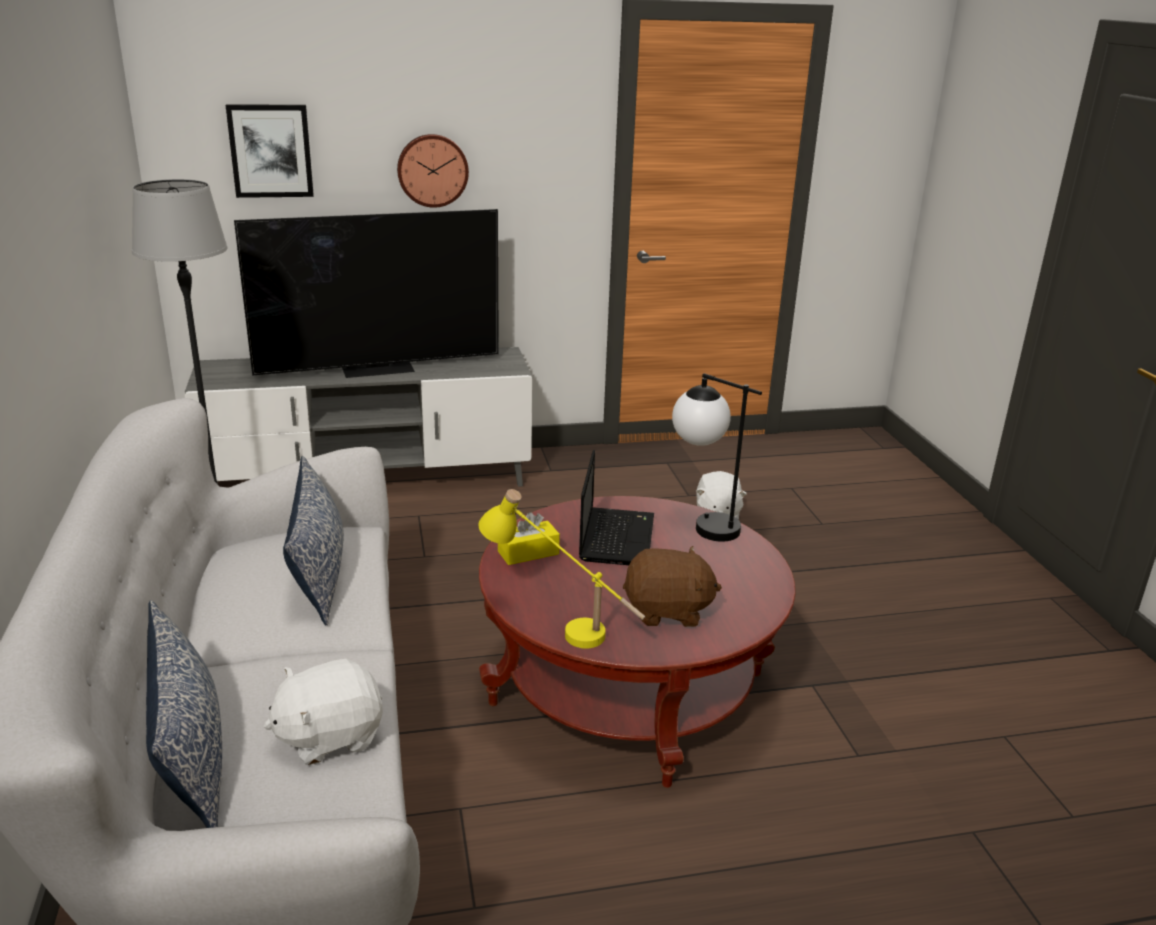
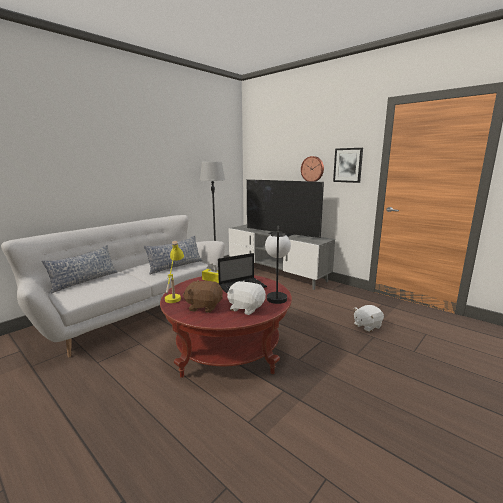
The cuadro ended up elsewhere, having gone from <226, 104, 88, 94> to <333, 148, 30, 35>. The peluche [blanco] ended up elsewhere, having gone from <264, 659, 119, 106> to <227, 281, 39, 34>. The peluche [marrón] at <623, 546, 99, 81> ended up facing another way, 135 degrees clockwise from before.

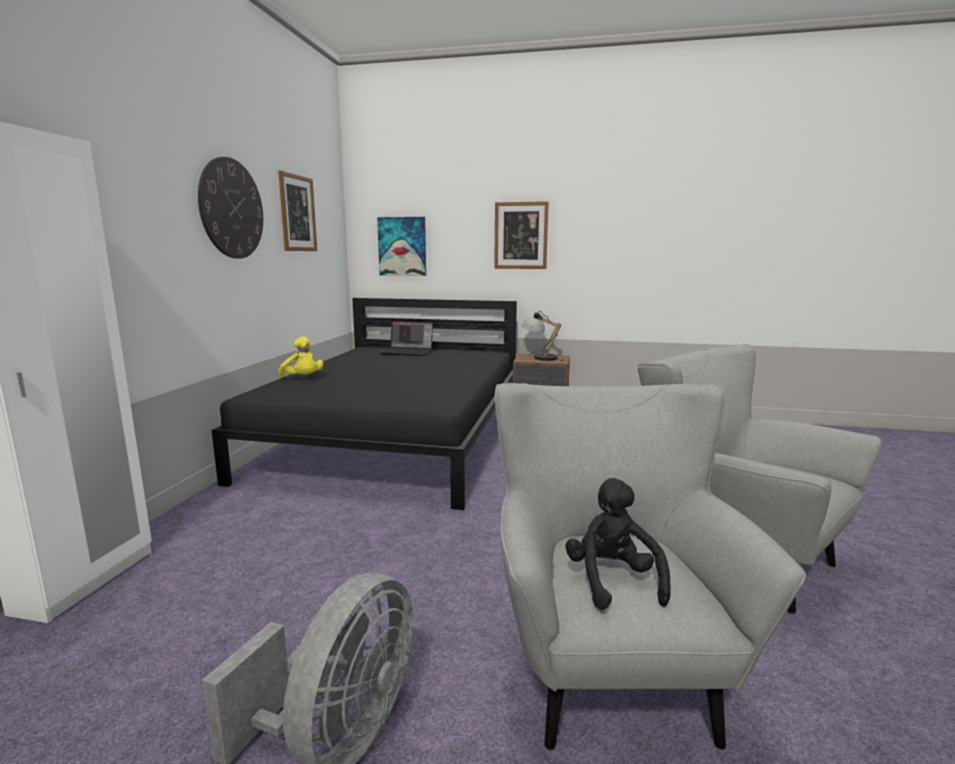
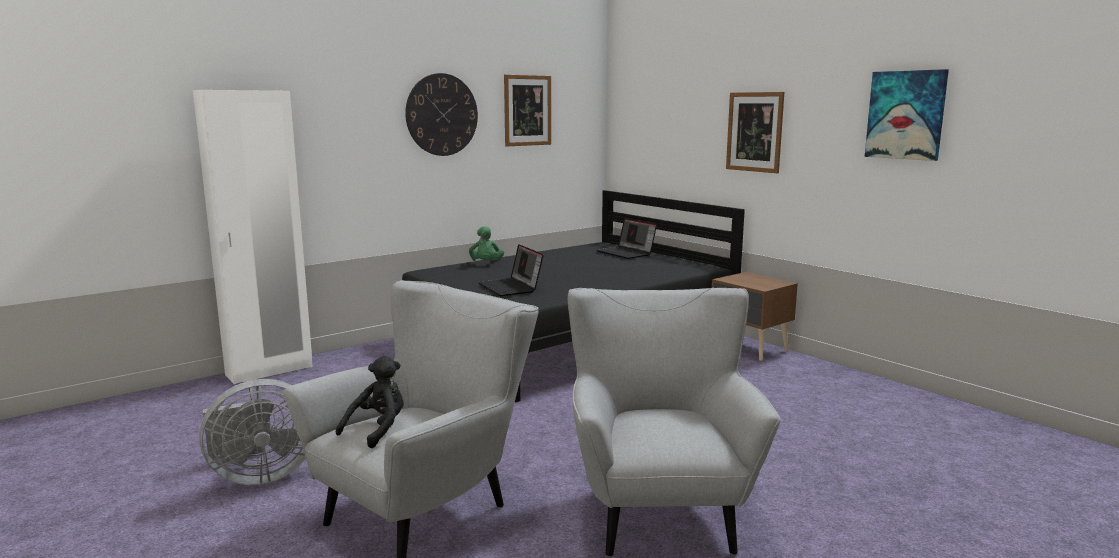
The second view lost the lámpara de mesa at <522, 311, 42, 50>. The second view gained the portátil at <478, 244, 66, 52>. The cuadro ended up elsewhere, having gone from <377, 217, 49, 59> to <865, 69, 84, 92>. What was the peluche [amarillo] at <279, 336, 44, 42> turned into the peluche [verde] at <469, 226, 35, 35>.

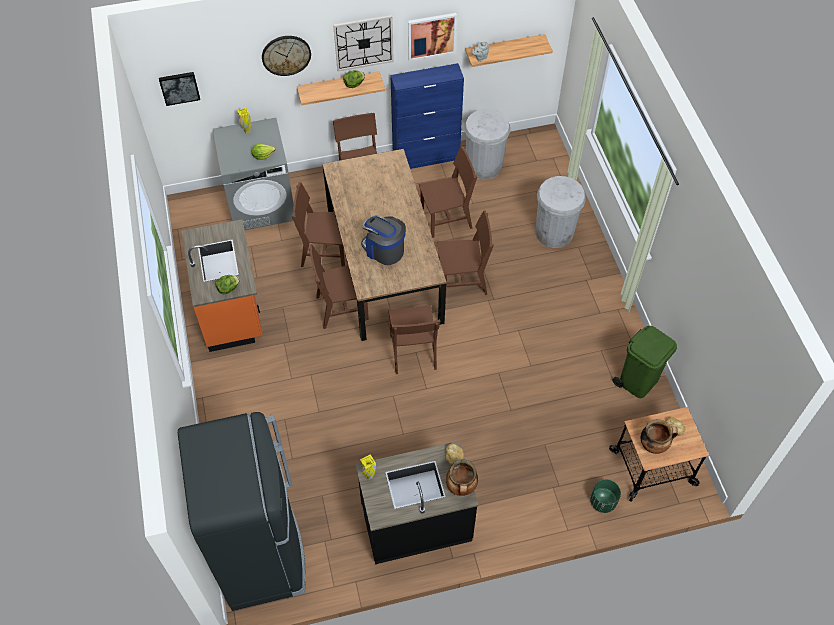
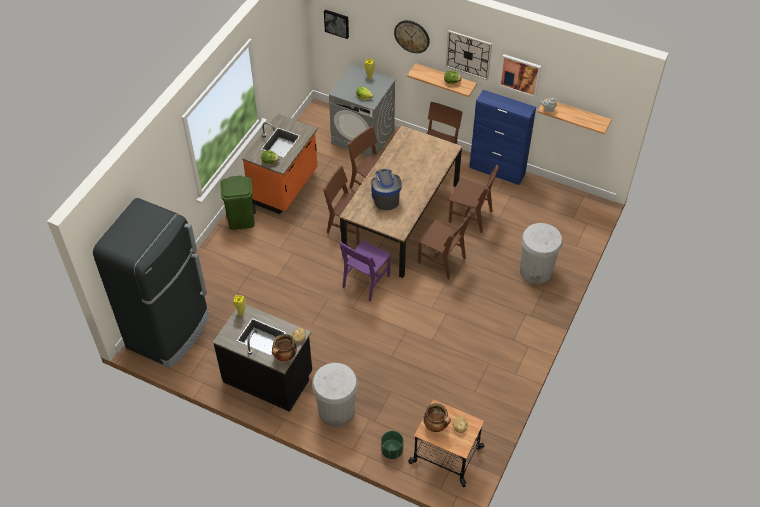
The papelera [blanco] ended up elsewhere, having gone from <464, 109, 46, 71> to <312, 363, 46, 64>. The papelera [verde] ended up elsewhere, having gone from <612, 326, 65, 72> to <220, 176, 36, 54>. What was the silla [marrón] at <388, 305, 52, 69> turned into the silla [morado] at <339, 240, 53, 61>.

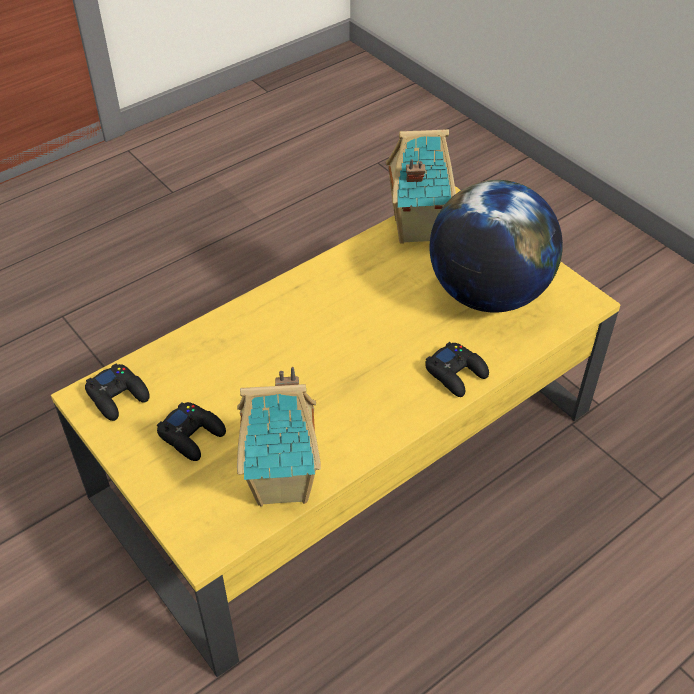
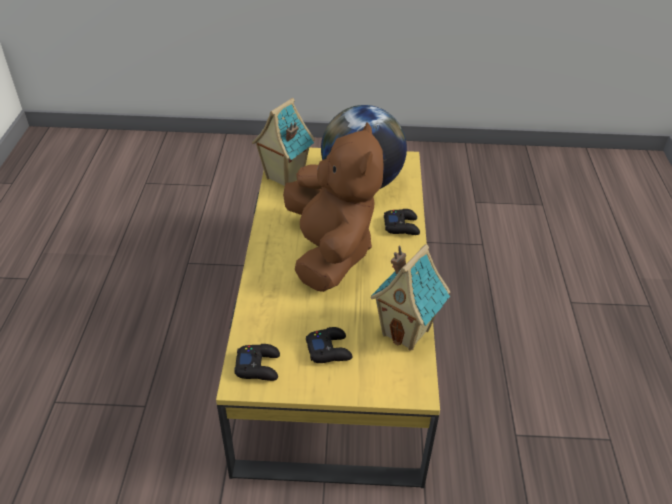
The second view gained the peluche [marrón] at <283, 122, 101, 170>.

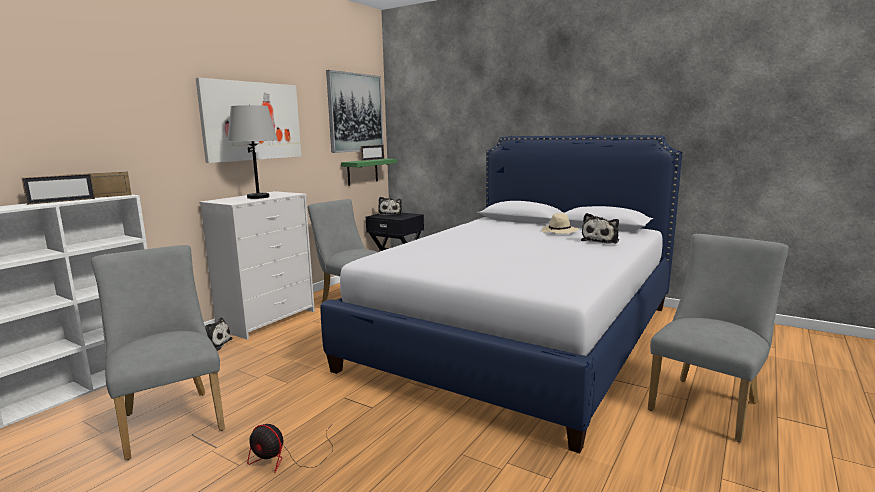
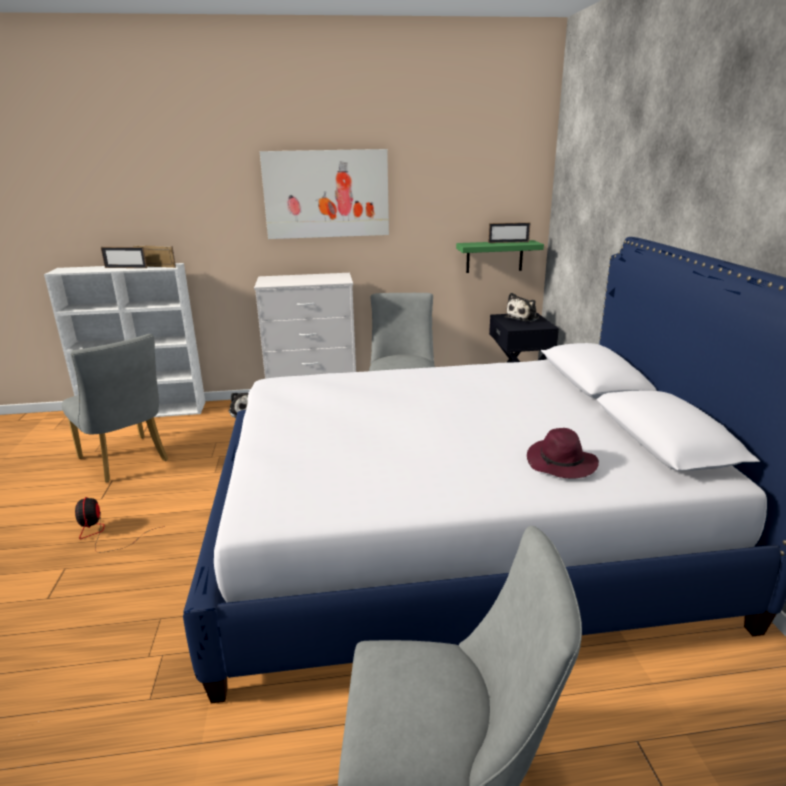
The second view lost the lámpara de mesa [gris] at <227, 105, 51, 94>. The second view lost the cuadro at <326, 70, 57, 83>. The second view lost the sombrero [beis] at <542, 213, 37, 21>. Where the peluche stood at <581, 213, 38, 31>, the sombrero [morado] came to stand at <527, 428, 72, 51>. The silla [gris] at <91, 245, 134, 215> ended up facing another way, 120 degrees clockwise from before.

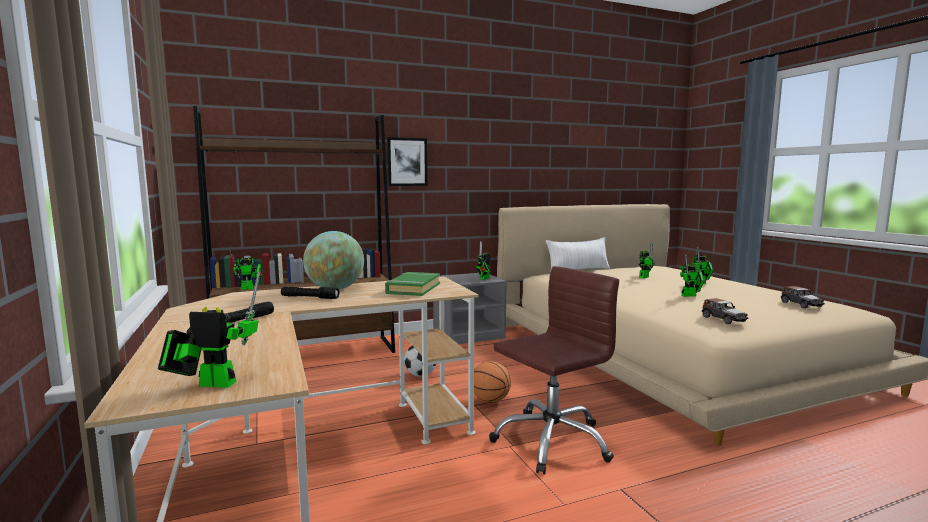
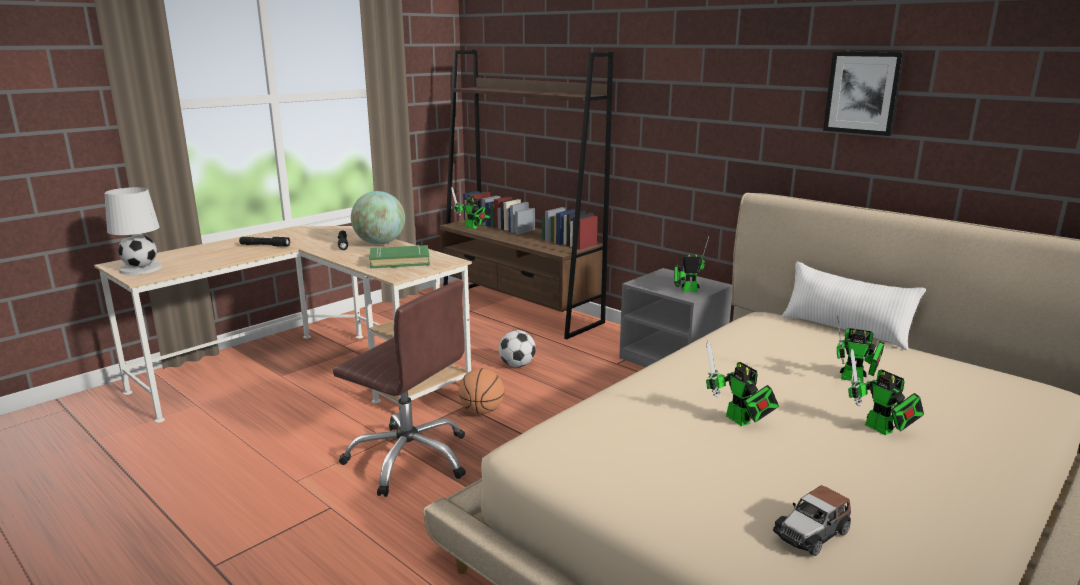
The second view lost the coche de juguete at <702, 298, 46, 26>. The cuadro ended up elsewhere, having gone from <387, 137, 41, 49> to <823, 52, 82, 84>. Where the robot de juguete stood at <158, 272, 102, 116>, the lámpara de mesa [blanco] came to stand at <104, 187, 59, 88>.

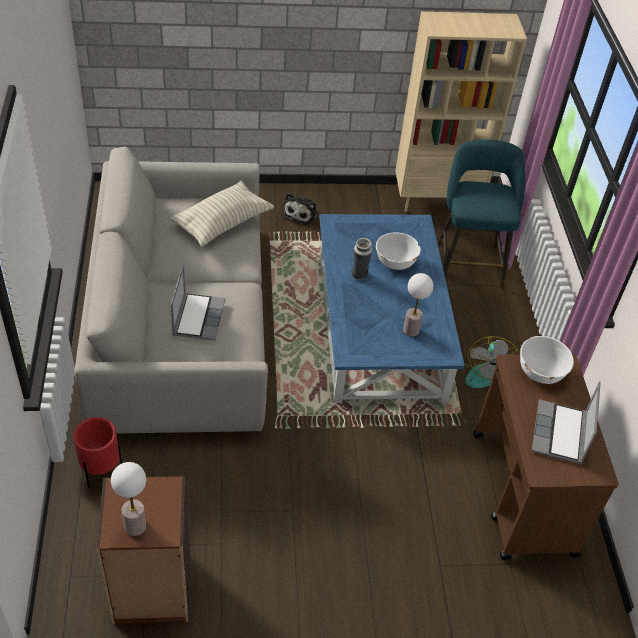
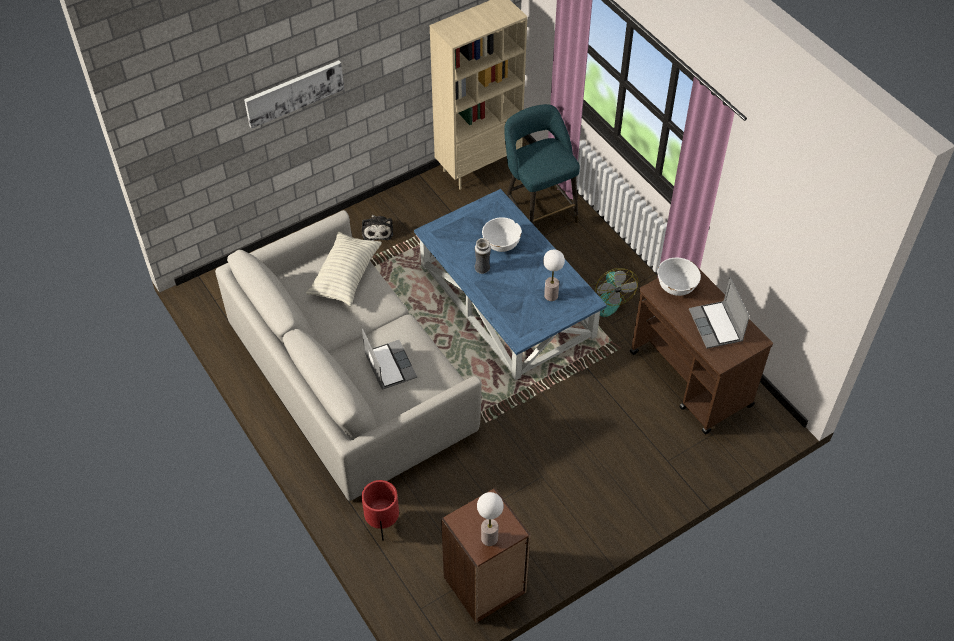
The second view gained the cuadro at <244, 60, 100, 69>.

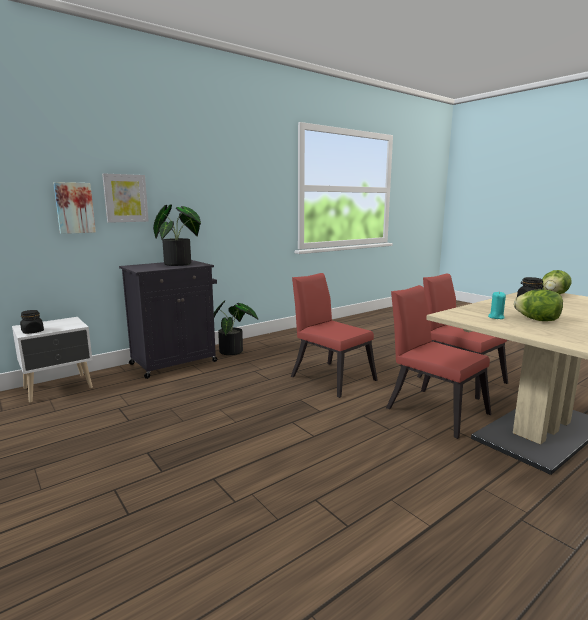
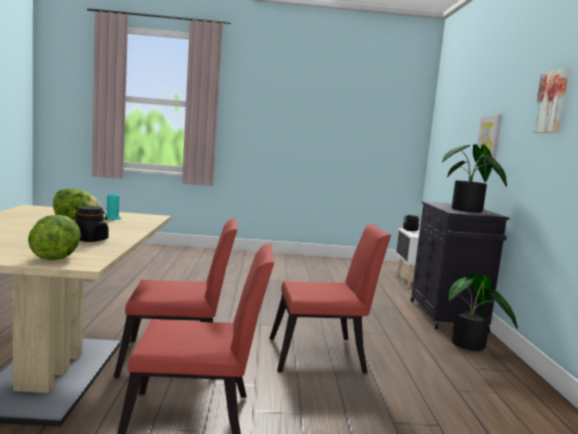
The cuadro ended up elsewhere, having gone from <53, 182, 43, 52> to <532, 68, 37, 65>.

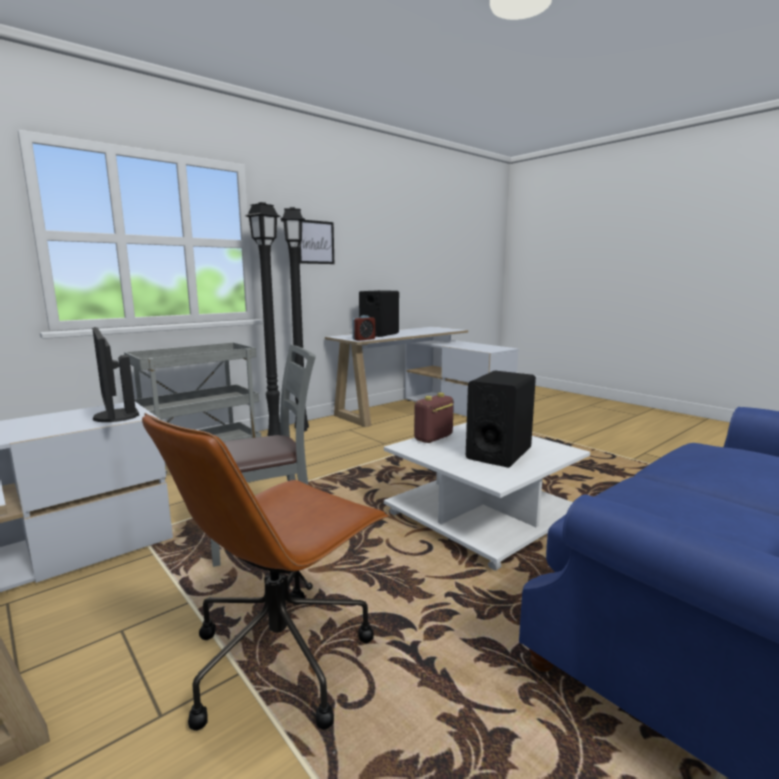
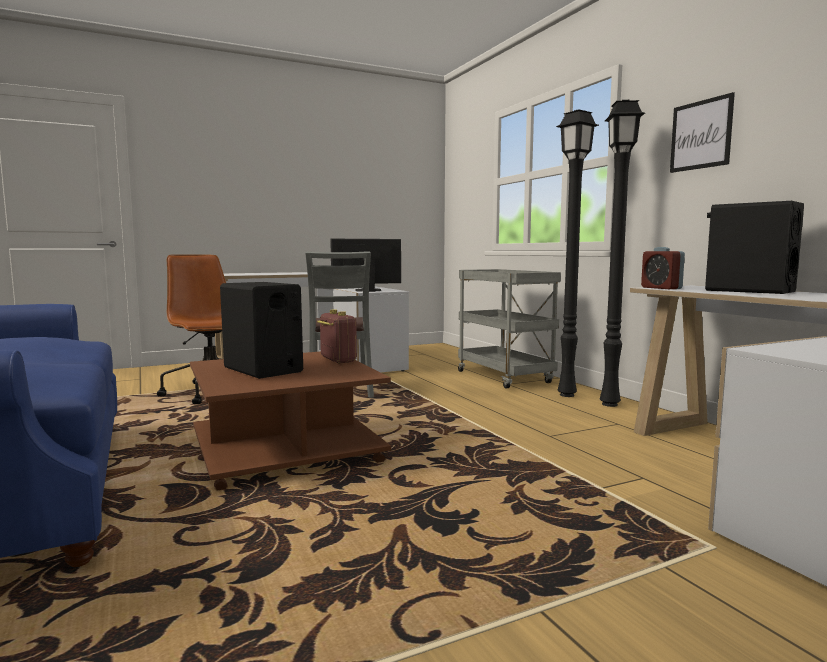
What was the mesa de centro [blanco] at <384, 423, 206, 148> turned into the mesa de centro [marrón] at <190, 351, 201, 139>.

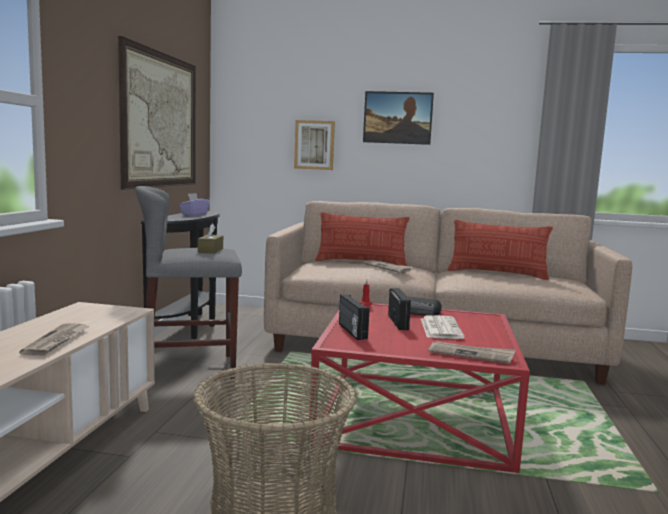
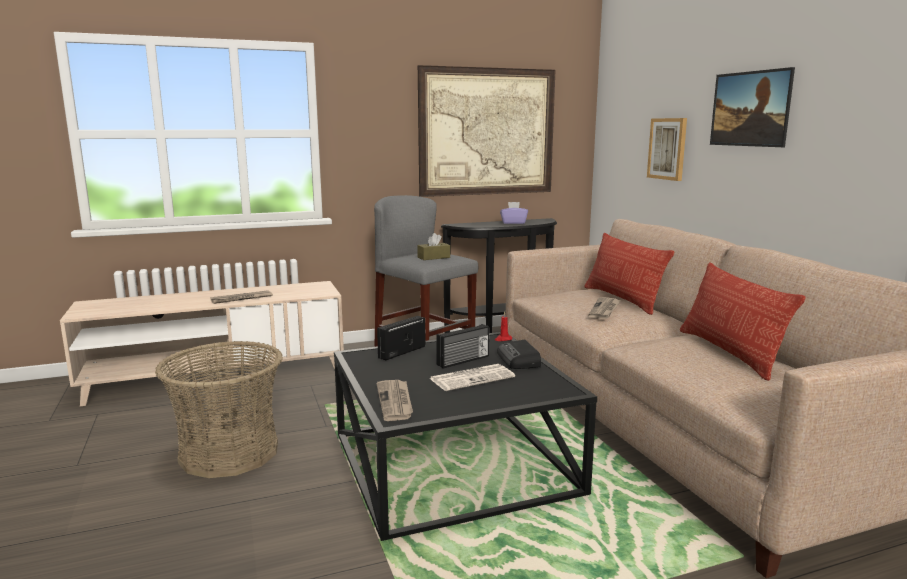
What was the mesa de centro [rojo] at <309, 302, 221, 171> turned into the mesa de centro [negro] at <334, 332, 263, 209>.

